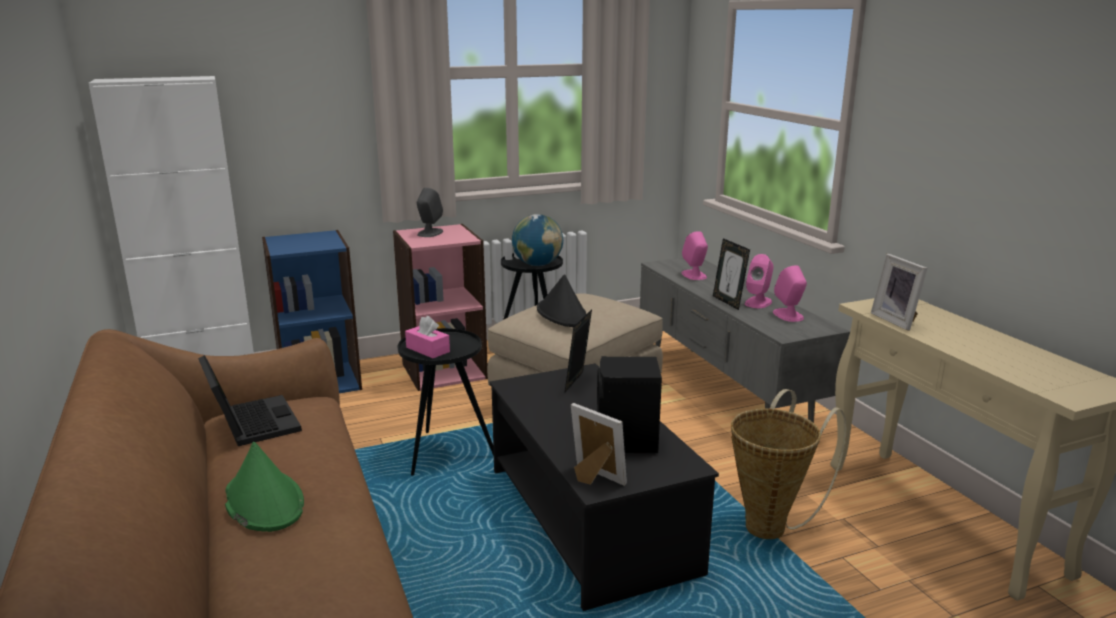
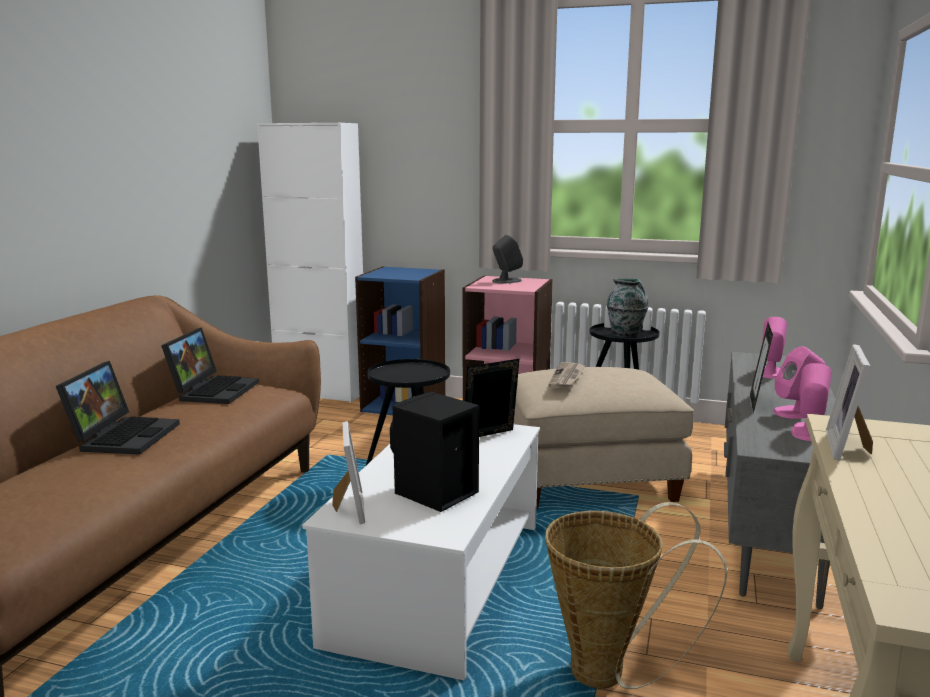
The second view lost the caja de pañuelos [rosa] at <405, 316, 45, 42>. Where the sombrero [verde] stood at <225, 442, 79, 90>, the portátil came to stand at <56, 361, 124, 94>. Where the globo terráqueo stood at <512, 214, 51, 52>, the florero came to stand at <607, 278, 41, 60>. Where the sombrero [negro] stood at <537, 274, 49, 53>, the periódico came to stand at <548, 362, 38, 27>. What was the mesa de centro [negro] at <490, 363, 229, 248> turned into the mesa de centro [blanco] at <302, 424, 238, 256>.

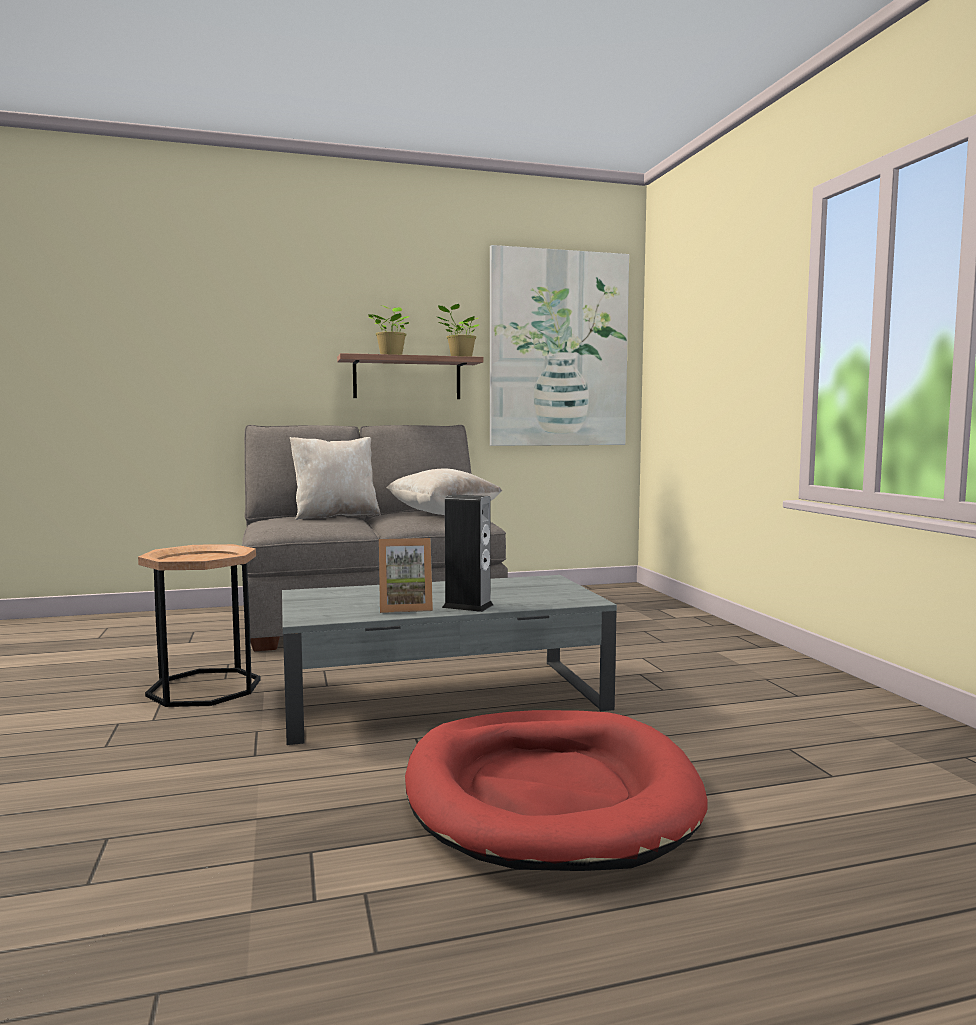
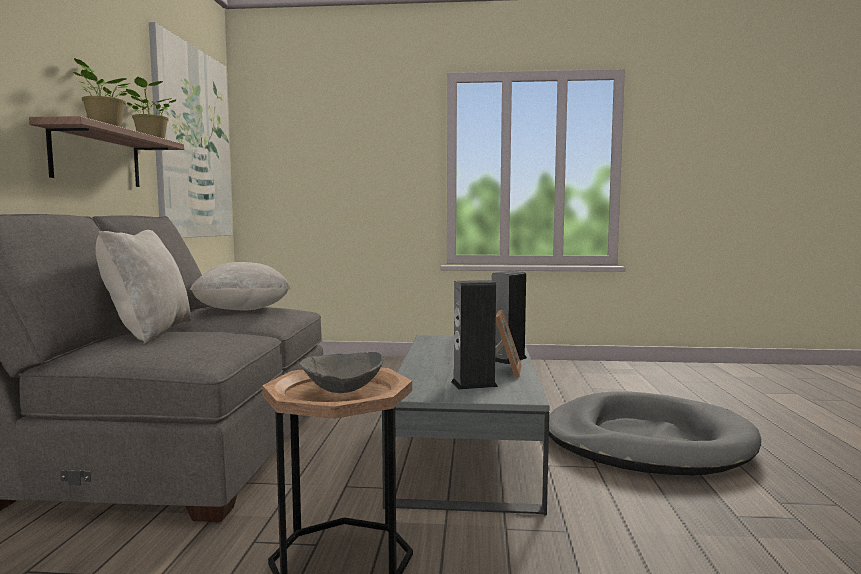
The second view gained the cuenco [gris] at <299, 352, 85, 41>. The second view gained the altavoz at <451, 280, 47, 110>. What was the cama para perro [rojo] at <405, 710, 302, 161> turned into the cama para perro [gris] at <549, 391, 212, 84>.

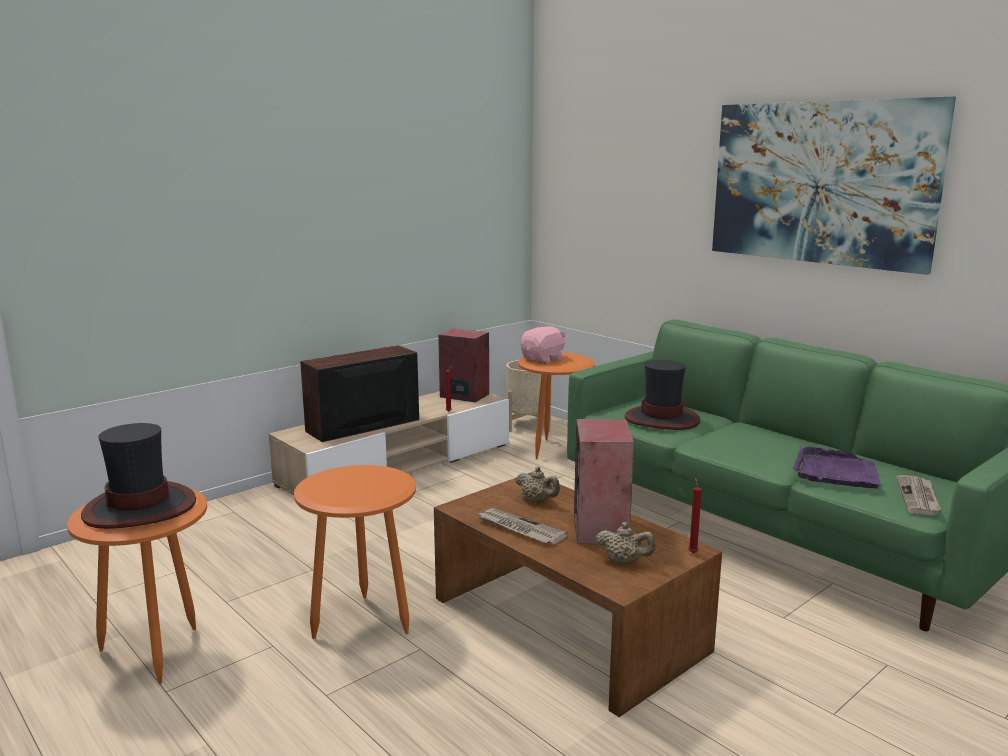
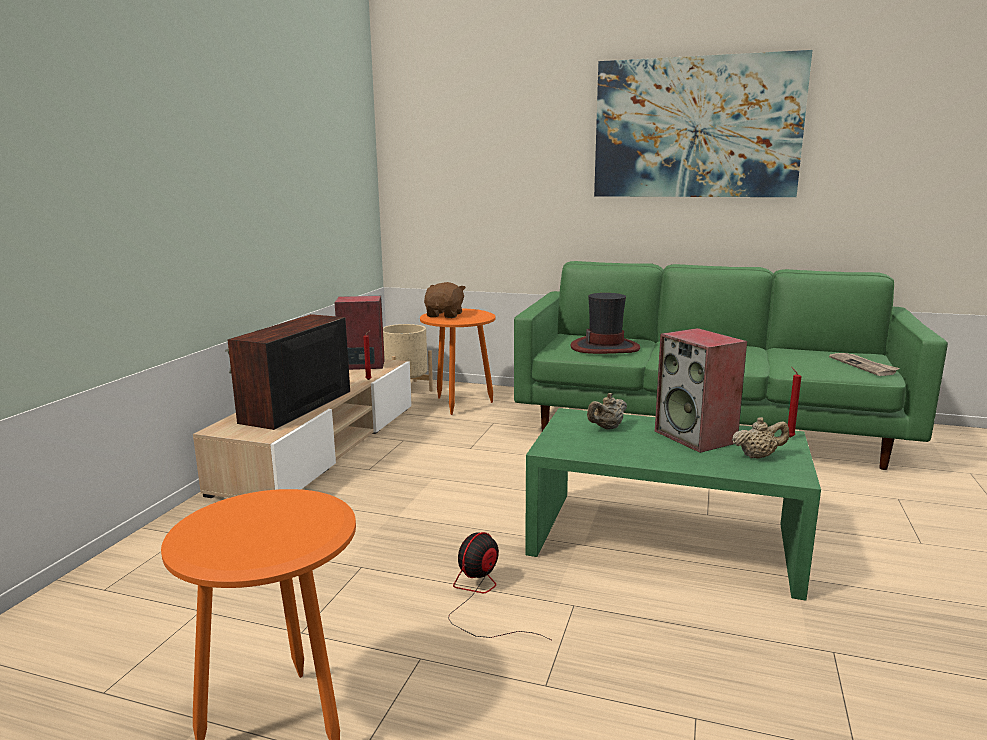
The second view lost the sombrero at <81, 423, 115, 106>. The second view lost the periódico at <477, 508, 91, 36>. The second view lost the bandeja [morado] at <793, 446, 89, 43>. Where the mesa auxiliar [naranja] stood at <294, 465, 122, 174>, the ventilador came to stand at <448, 532, 103, 108>. What was the mesa de centro [marrón] at <434, 473, 288, 244> turned into the mesa de centro [verde] at <525, 408, 296, 193>. What was the peluche [rosa] at <520, 326, 46, 37> turned into the peluche [marrón] at <424, 282, 42, 36>. The tetera [beis] at <516, 466, 44, 36> ended up facing another way, 135 degrees clockwise from before.

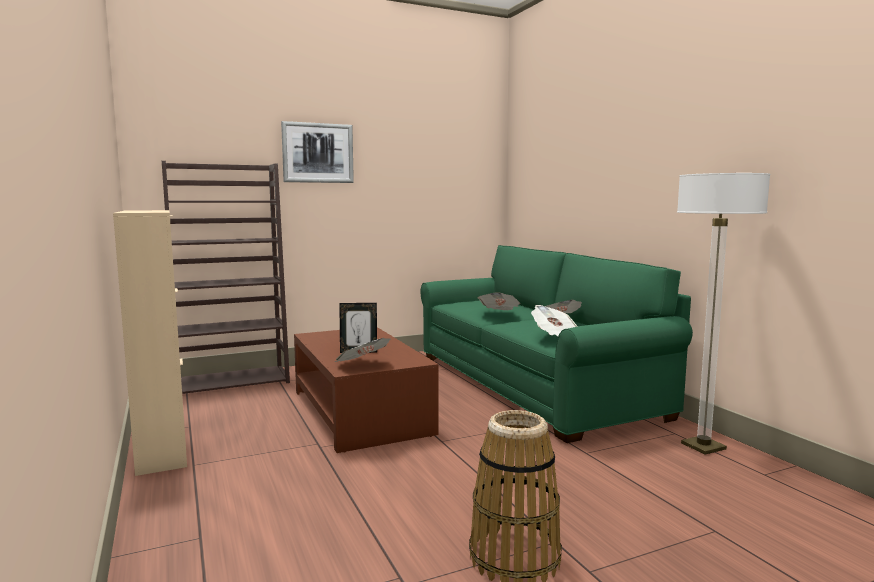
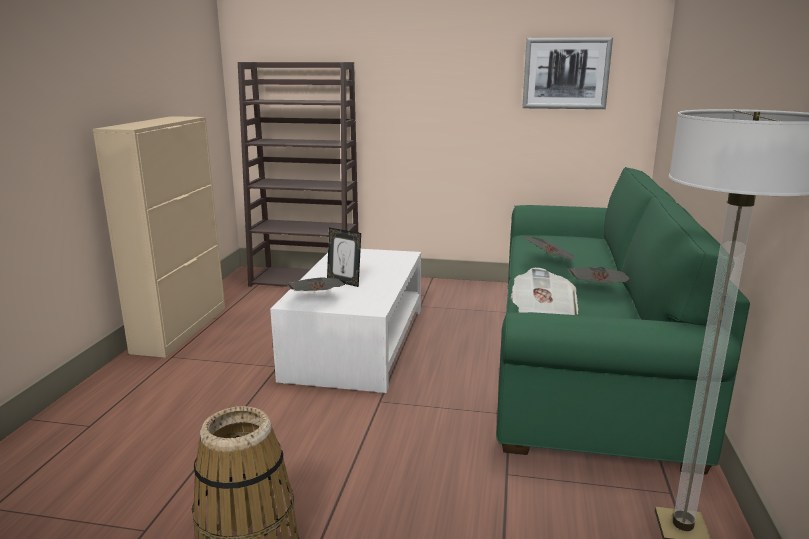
The cuadro ended up elsewhere, having gone from <281, 121, 73, 62> to <522, 37, 91, 72>. What was the mesa de centro [marrón] at <294, 327, 145, 126> turned into the mesa de centro [blanco] at <270, 249, 151, 144>.

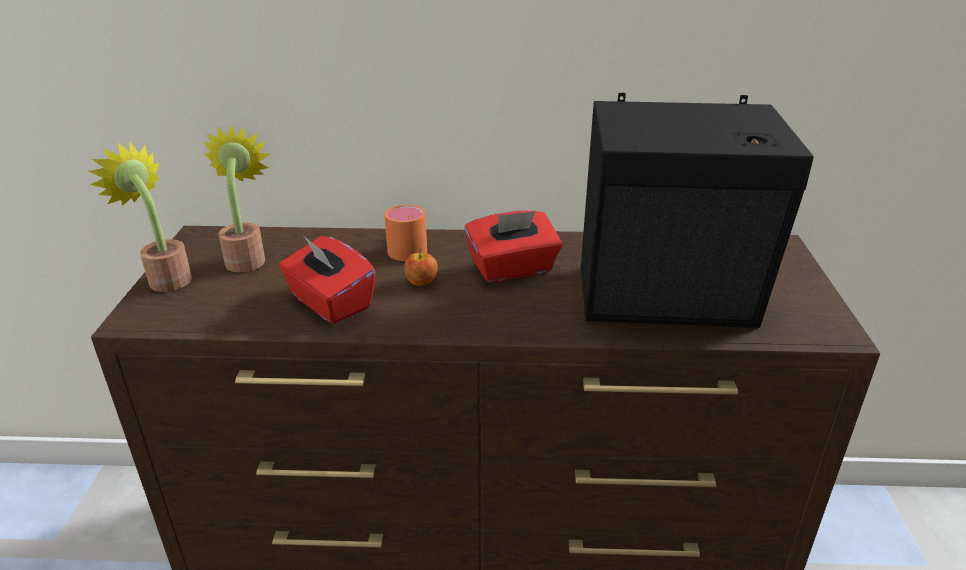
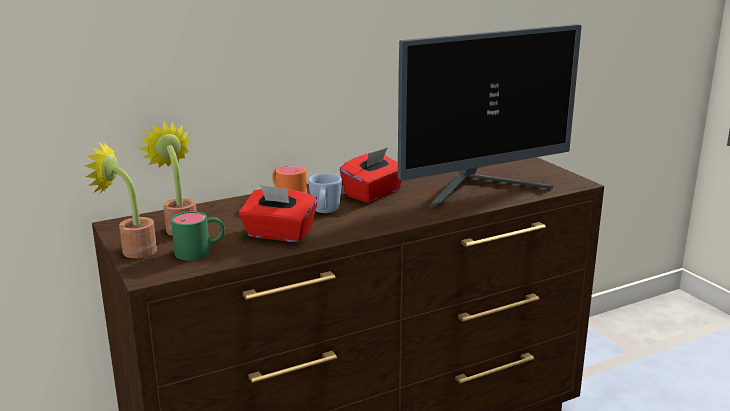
The second view gained the taza grande [verde] at <171, 211, 54, 49>. Where the manzana stood at <404, 249, 34, 37>, the taza grande [azul] came to stand at <308, 173, 34, 40>. Where the altavoz [negro] stood at <581, 93, 233, 235>, the monitor came to stand at <398, 24, 184, 185>.

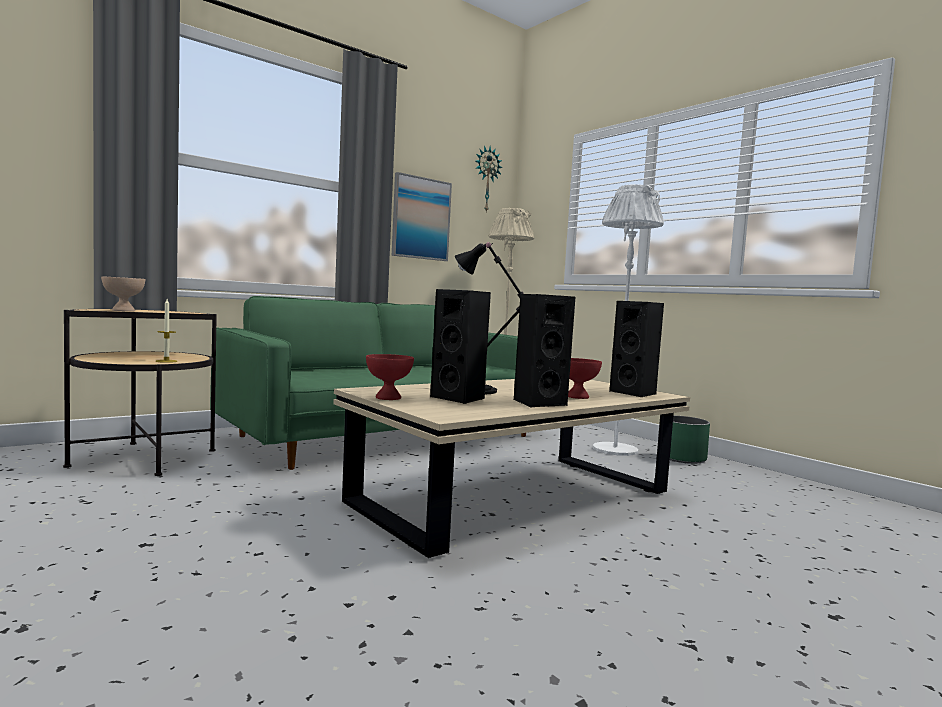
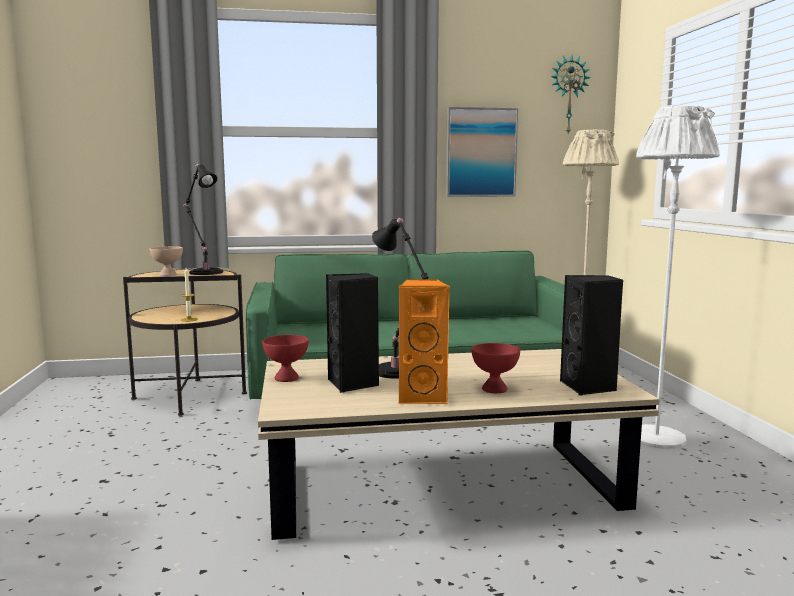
The second view lost the maceta [verde] at <670, 416, 40, 48>. The second view gained the lámpara de mesa [negro] at <182, 164, 41, 111>. What was the altavoz [negro] at <513, 294, 62, 113> turned into the altavoz [naranja] at <398, 279, 52, 125>.

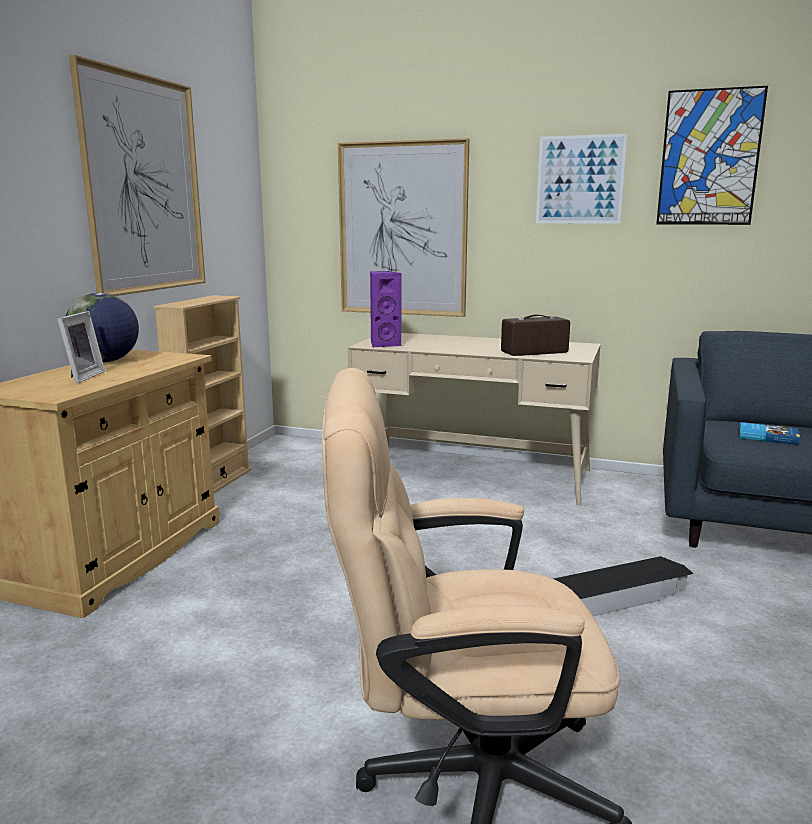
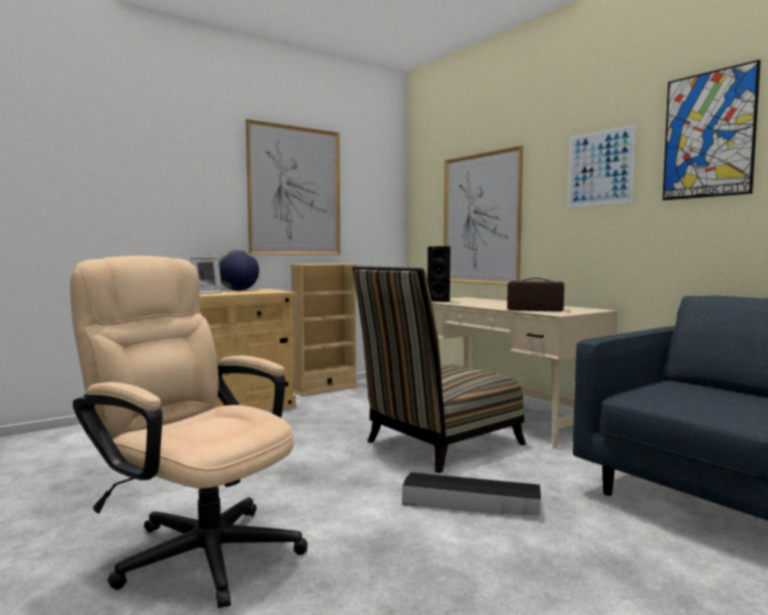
The second view lost the libro at <739, 422, 61, 23>. The second view gained the silla at <352, 266, 174, 207>. What was the altavoz [morado] at <370, 271, 32, 76> turned into the altavoz [negro] at <427, 246, 23, 56>.

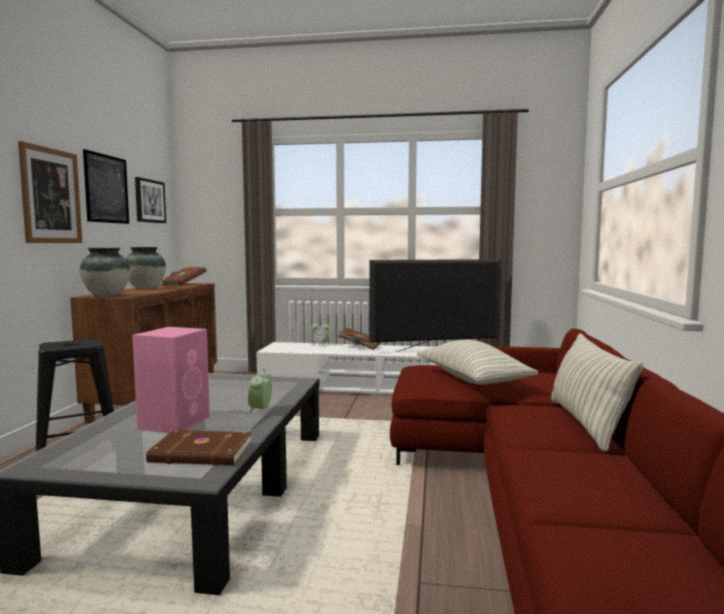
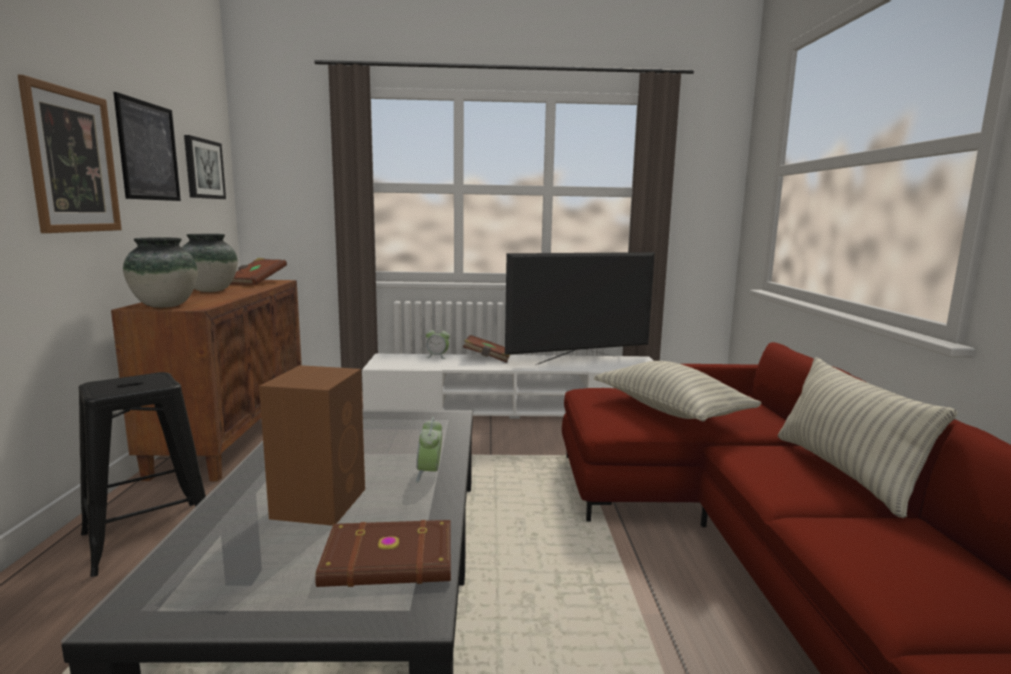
What was the altavoz [rosa] at <132, 327, 78, 107> turned into the altavoz [marrón] at <259, 365, 106, 161>.

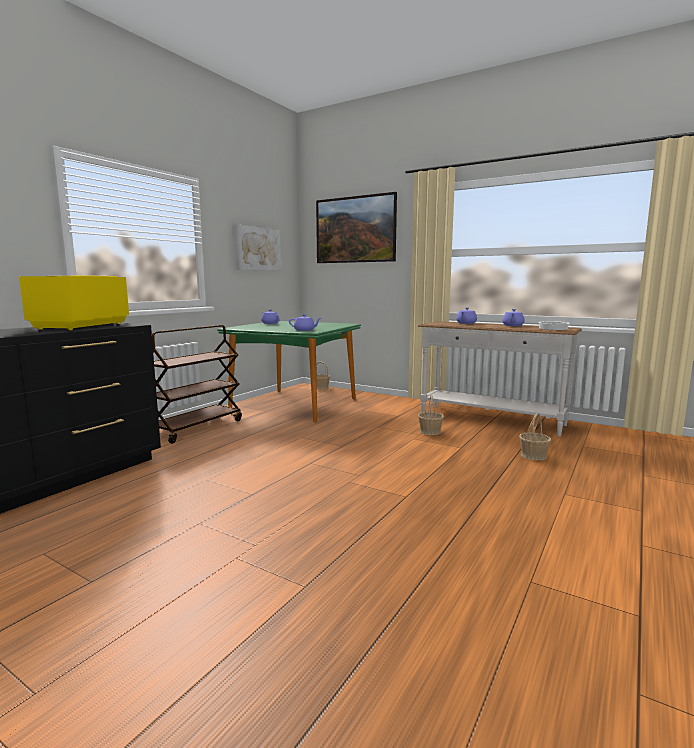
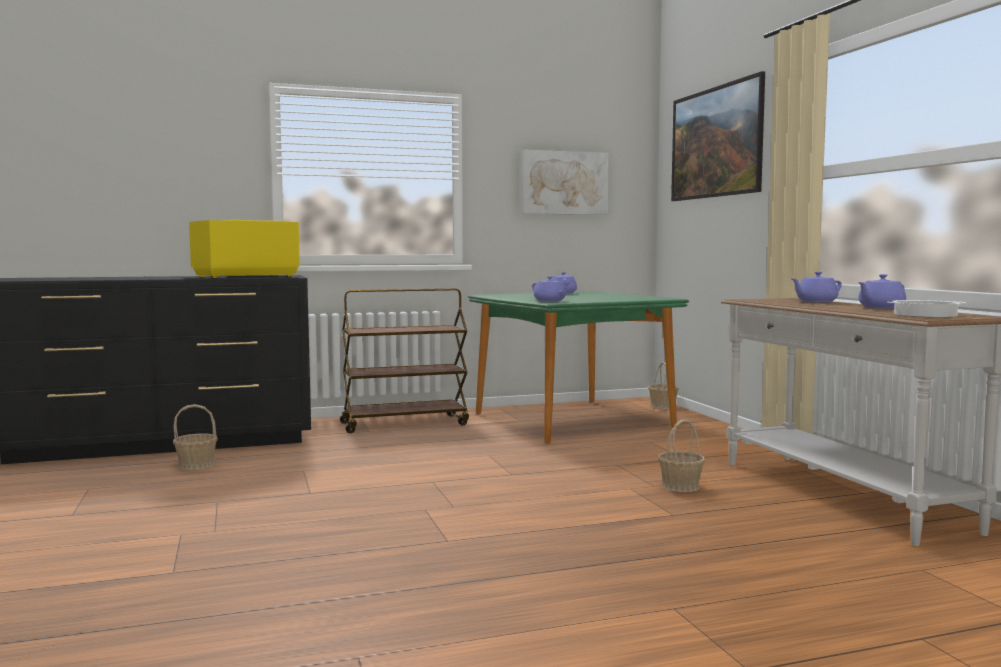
The cesta ended up elsewhere, having gone from <519, 413, 32, 48> to <173, 404, 45, 66>.

